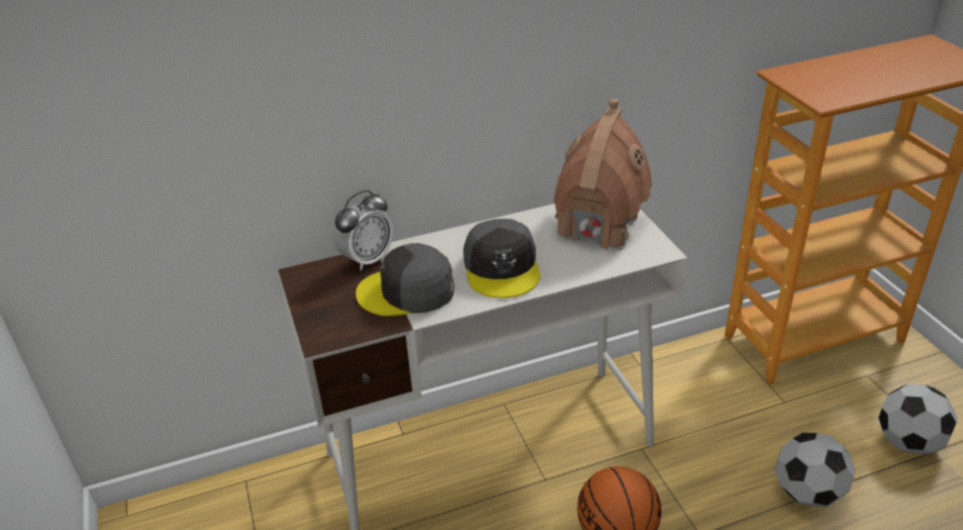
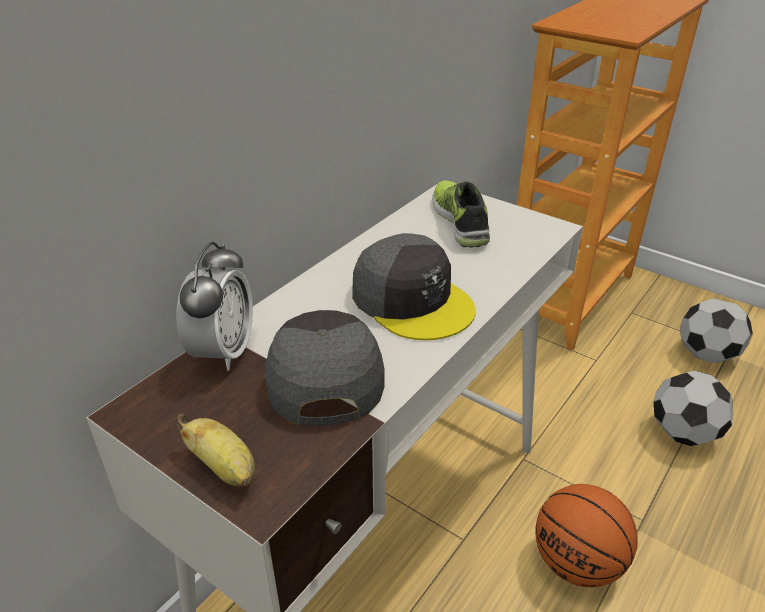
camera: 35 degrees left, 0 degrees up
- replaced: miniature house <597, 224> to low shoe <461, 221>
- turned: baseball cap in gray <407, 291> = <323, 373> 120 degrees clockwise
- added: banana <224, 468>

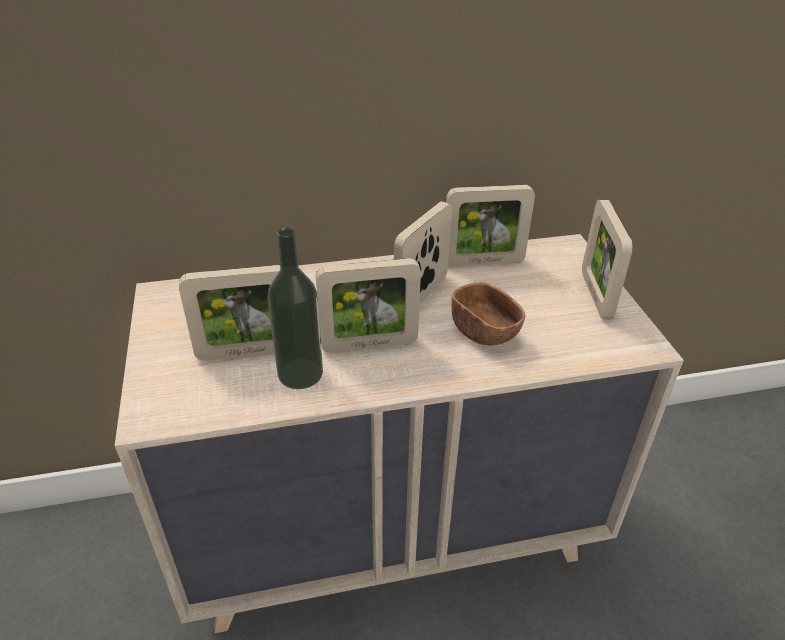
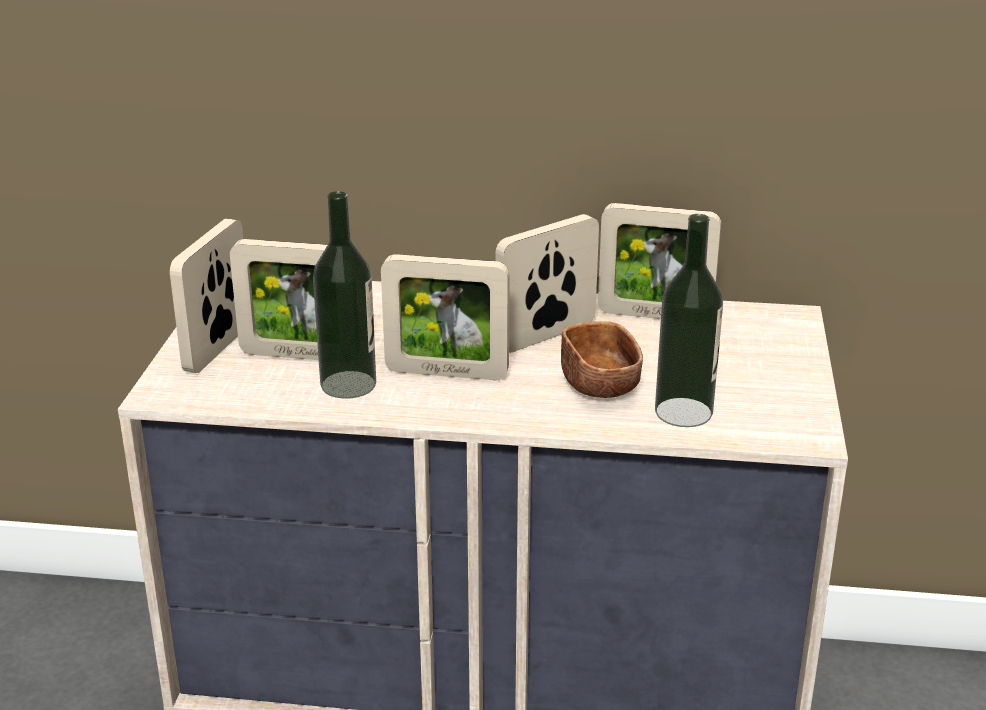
camera: 20 degrees right, 10 degrees down
- moved: picture frame <595, 295> to <218, 348>
- added: bottle <683, 412>

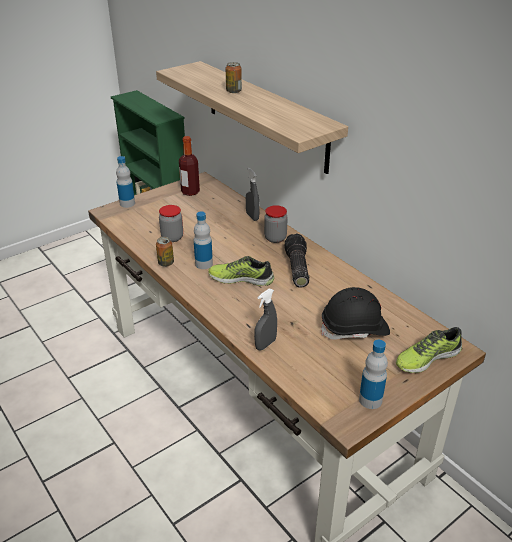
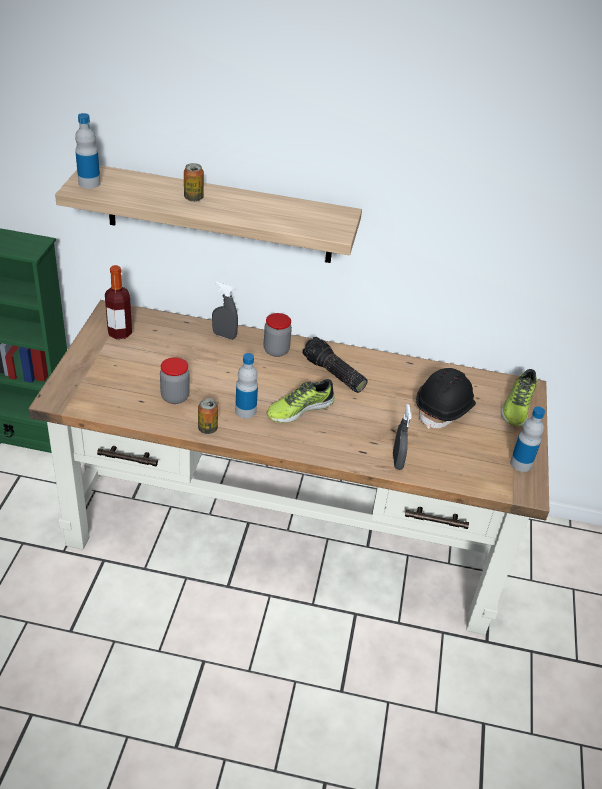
camera: 45 degrees left, 5 degrees up
- moved: bottle <127, 203> to <89, 183>

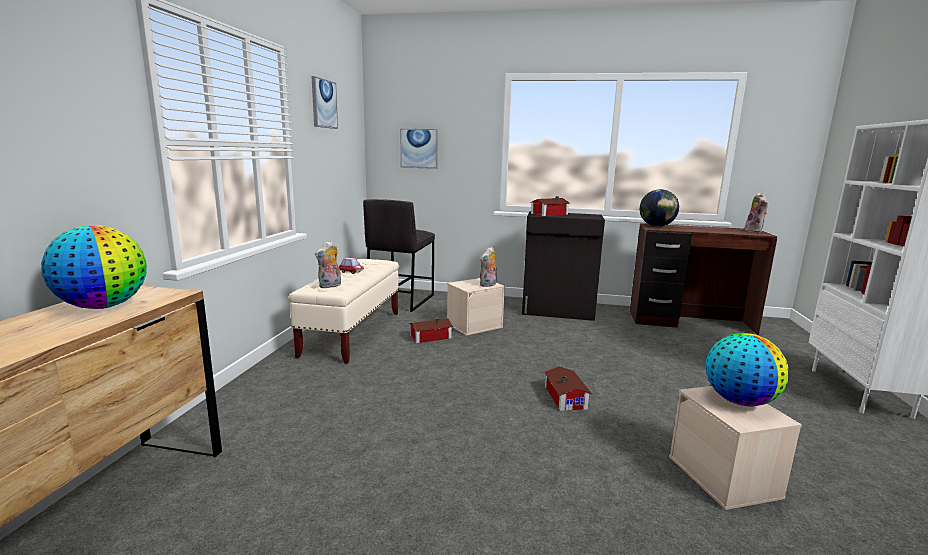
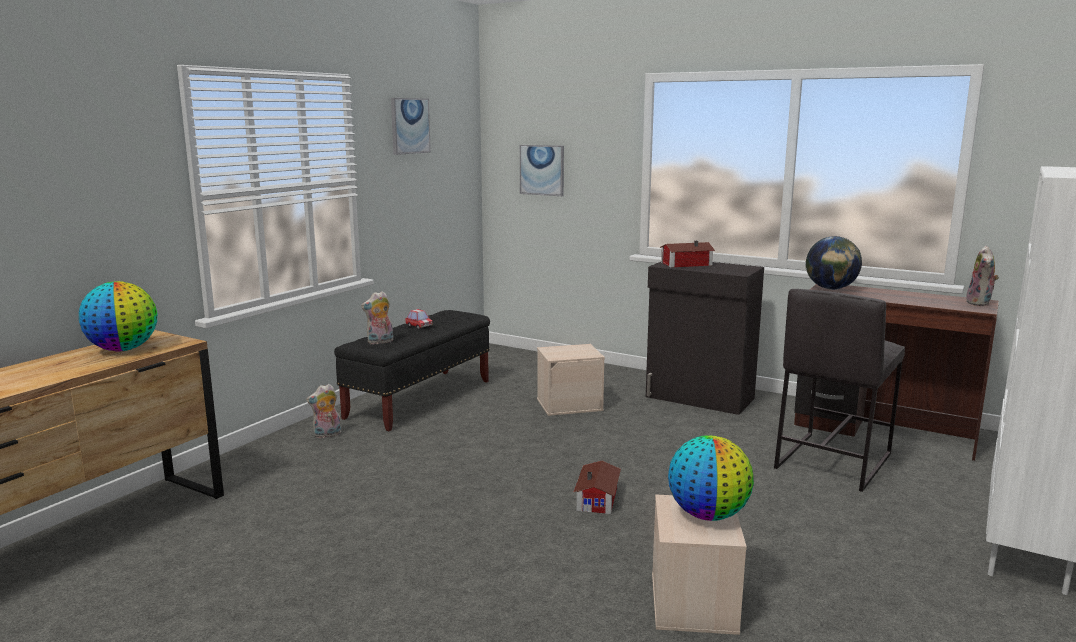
camera: 20 degrees right, 0 degrees up
- moved: stool seat in gray <400, 300> to <831, 461>
- moved: soft toy <488, 285> to <327, 435>
- recoloured: indoor bench in sand-coloured <353, 333> to indoor bench in blackish <420, 399>
- removed: miniature house <429, 336>

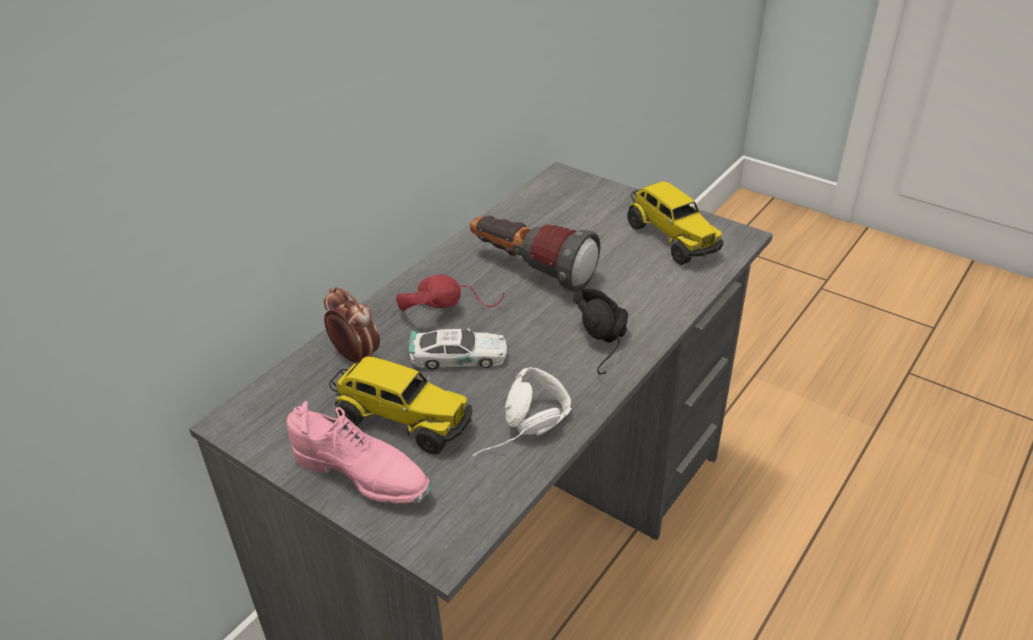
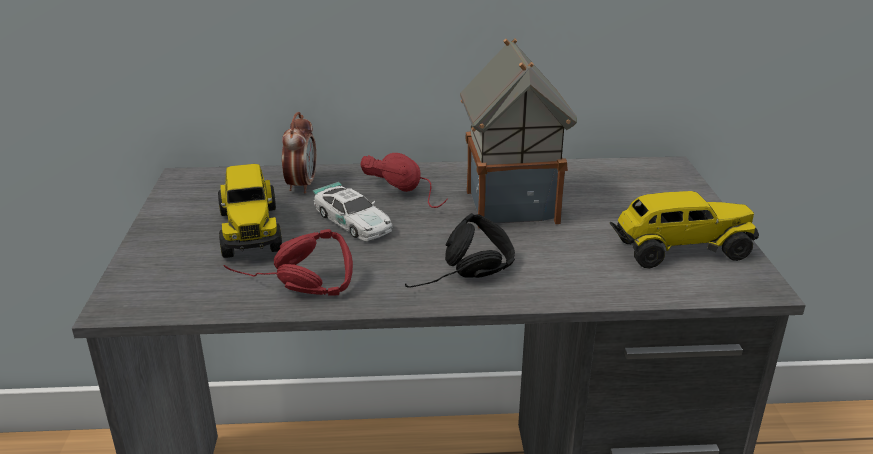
camera: 50 degrees right, 10 degrees down
- turned: toy truck <671, 238> = <679, 250> 120 degrees counterclockwise
- replaced: flashlight <530, 270> to miniature house <510, 205>
- recoloured: headset in whitish <525, 435> to headset in red-coloured <290, 288>
- removed: low shoe in pinkish <362, 474>

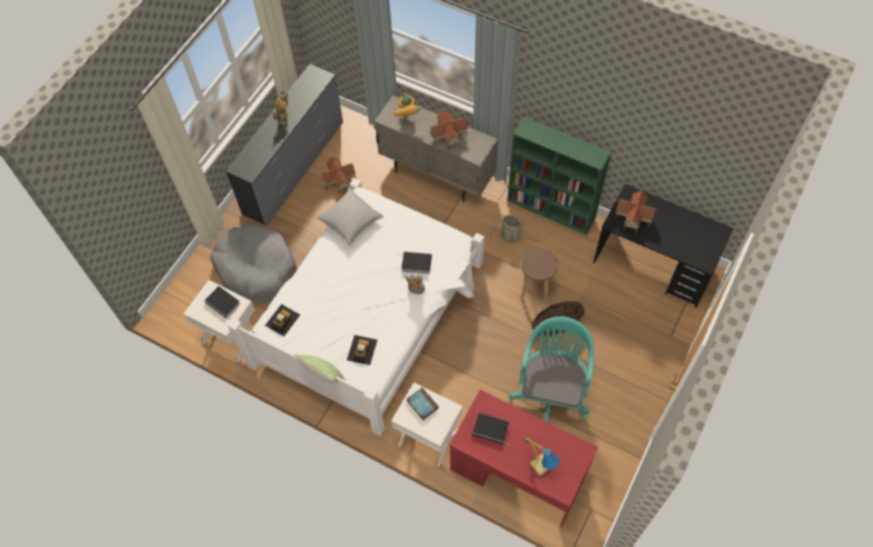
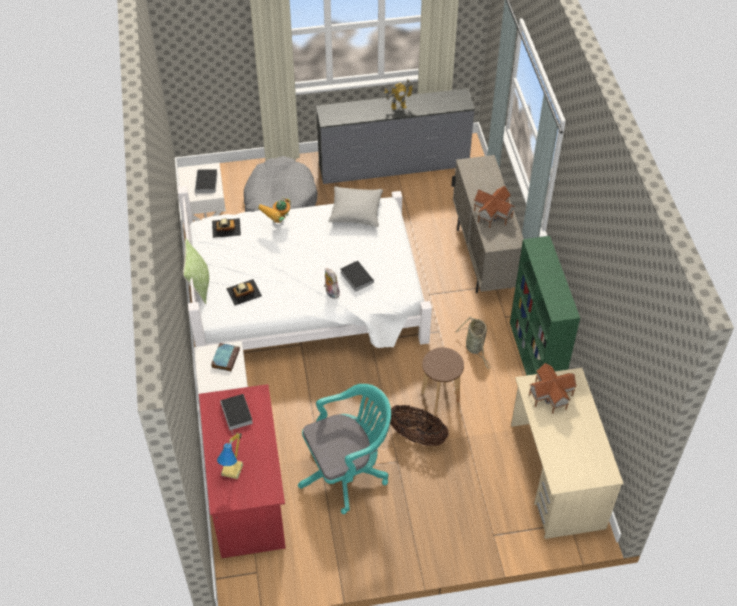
camera: 50 degrees right, 10 degrees down
- moved: robot figure <407, 118> to <278, 224>
- removed: miniature house <340, 180>
- recoloured: desk table in blackish <653, 265> to desk table in sand-coloured <556, 476>

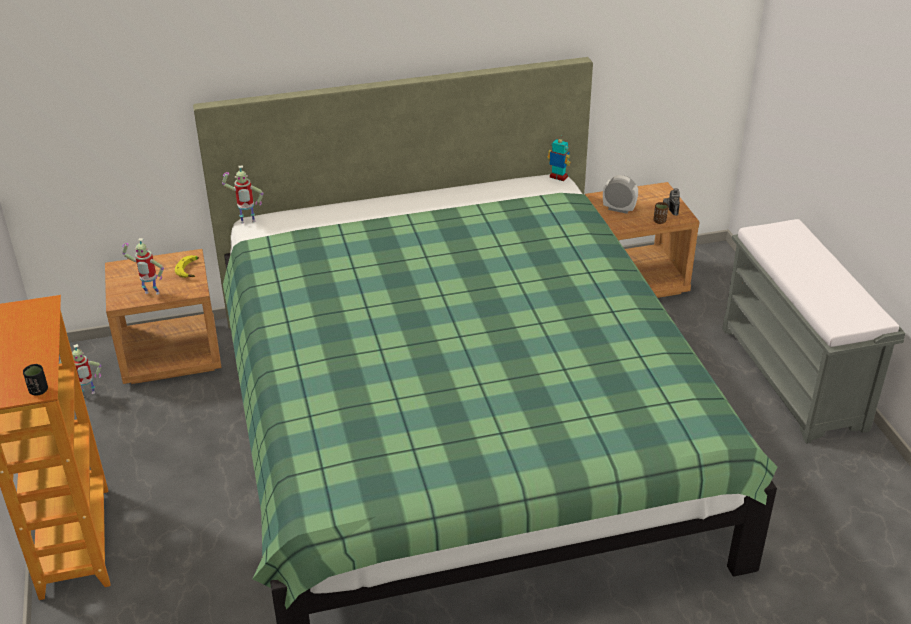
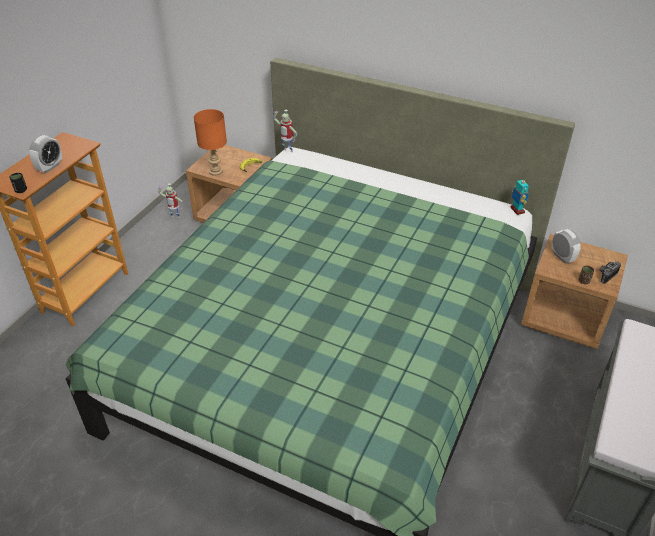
camera: 40 degrees right, 5 degrees up
- replaced: robot figure <151, 294> to tabletop lamp in orange <216, 171>
- added: alarm clock <50, 167>

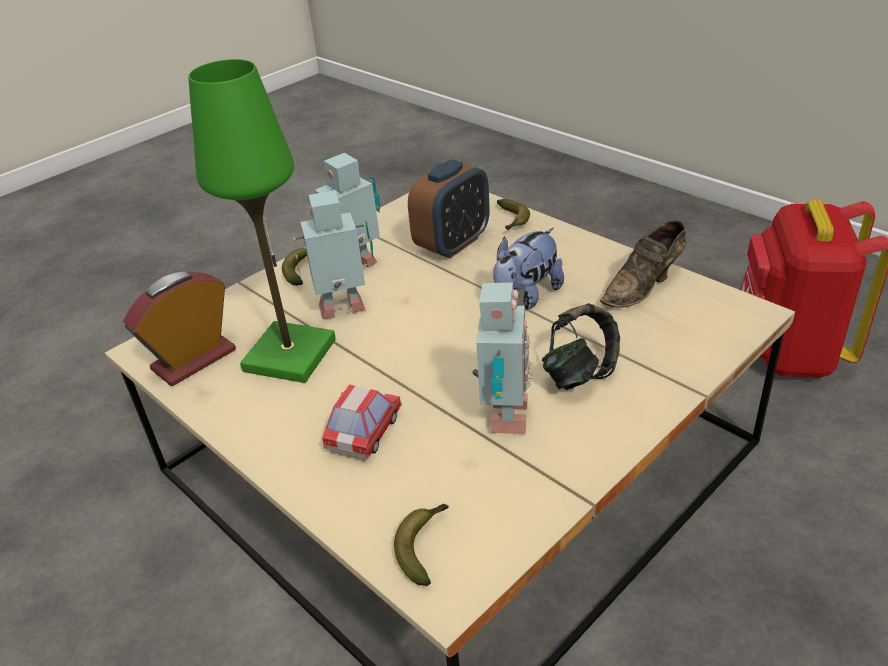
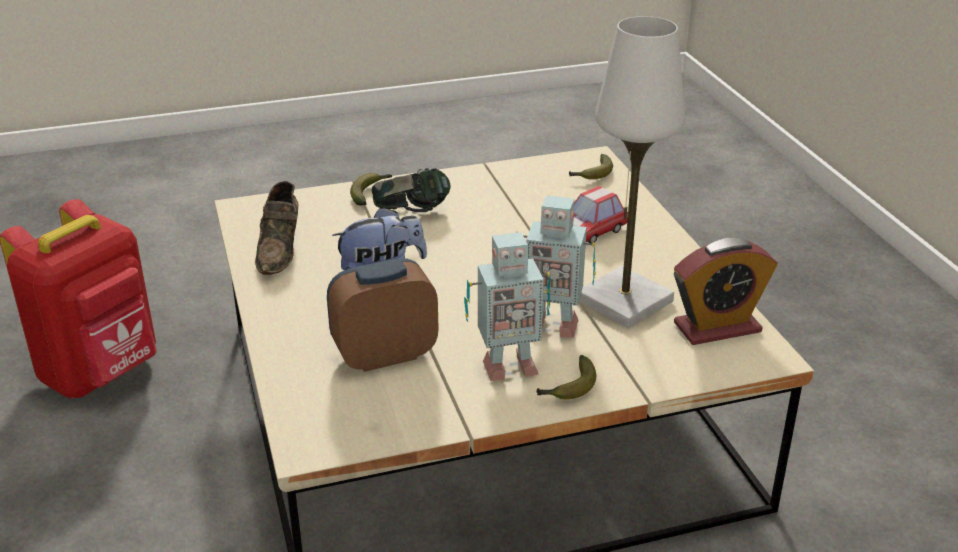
camera: 155 degrees left, 5 degrees down
- recoloured: tabletop lamp in green-coloured <290, 355> to tabletop lamp in whitish <624, 301>
- moved: banana <512, 221> to <370, 193>
- turned: low shoe in brown <644, 286> = <280, 250> 105 degrees clockwise
- removed: robot figure <503, 418>

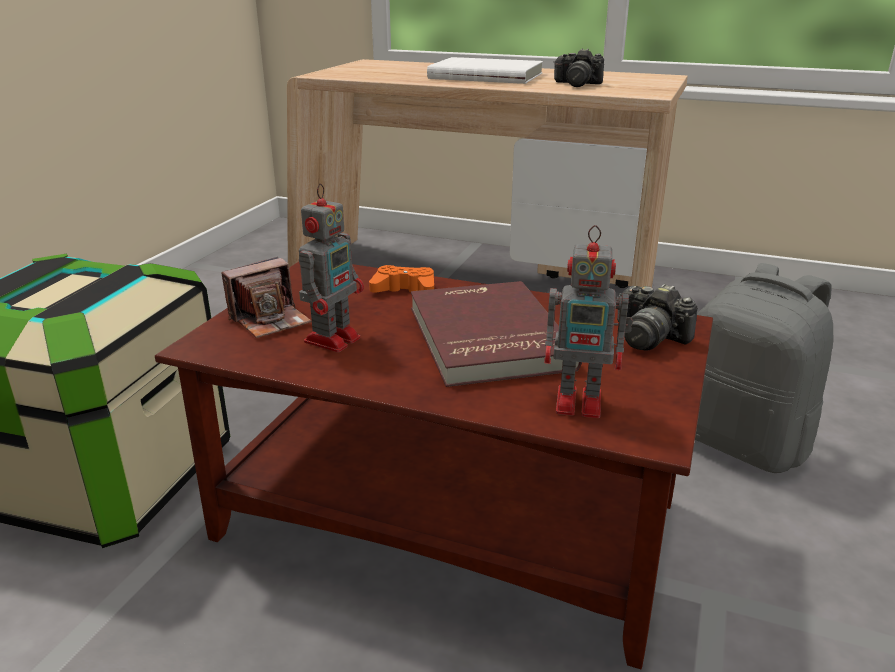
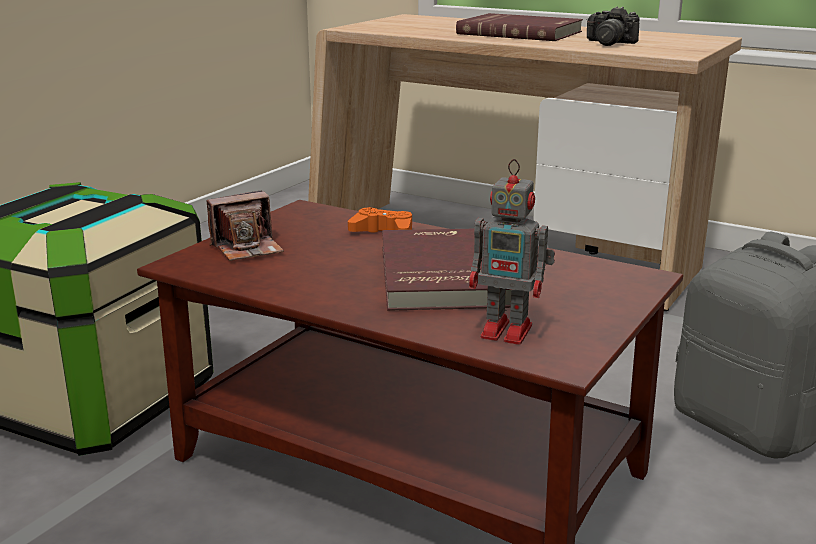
camera: 10 degrees right, 5 degrees down
- recoloured: volume in whitish <486, 75> to volume in red-coloured <520, 32>
- removed: robot figure <334, 338>
- removed: photo camera <649, 337>

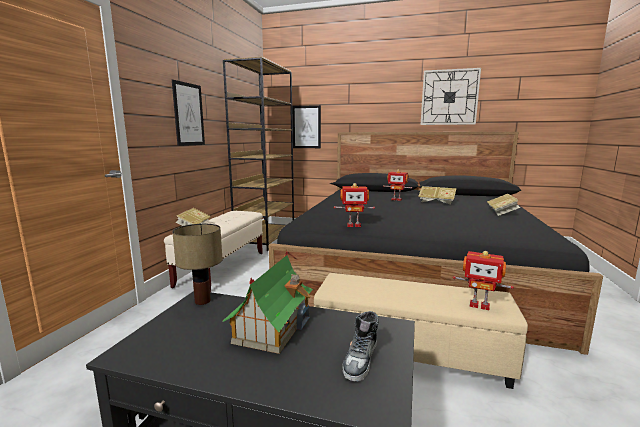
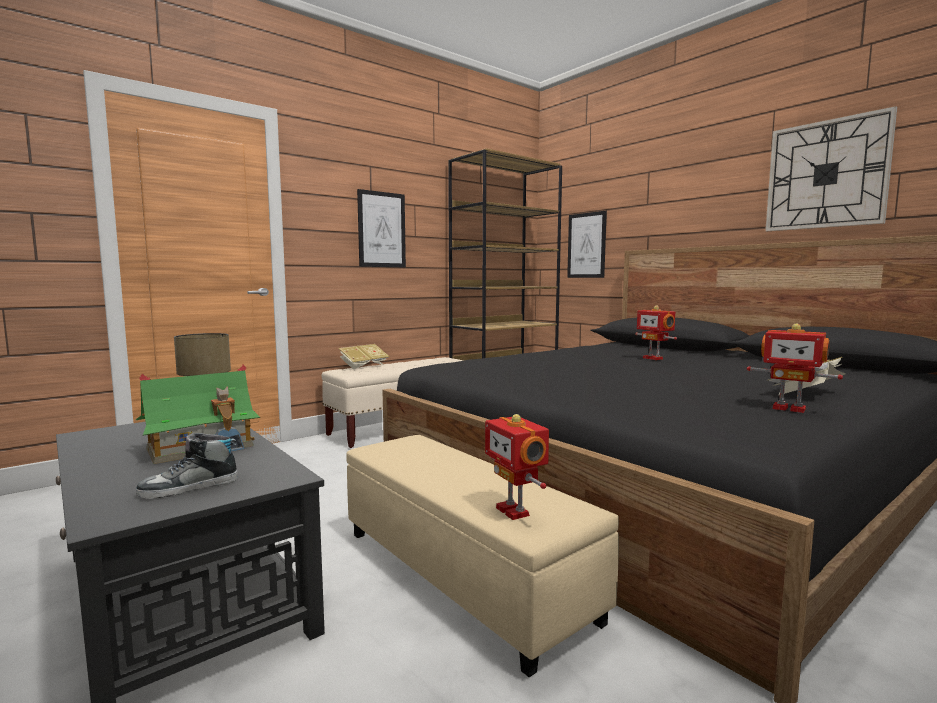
camera: 35 degrees right, 5 degrees down
- moved: robot figure <353, 225> to <789, 408>
- removed: volume <436, 202>

